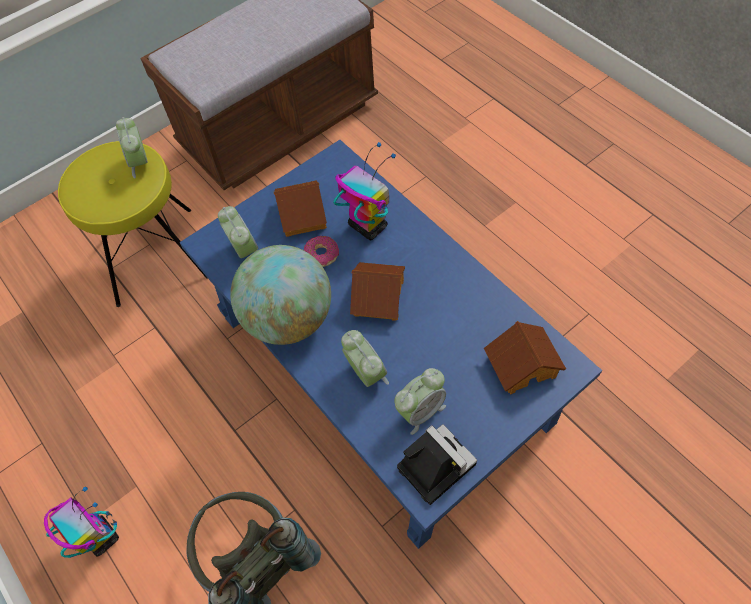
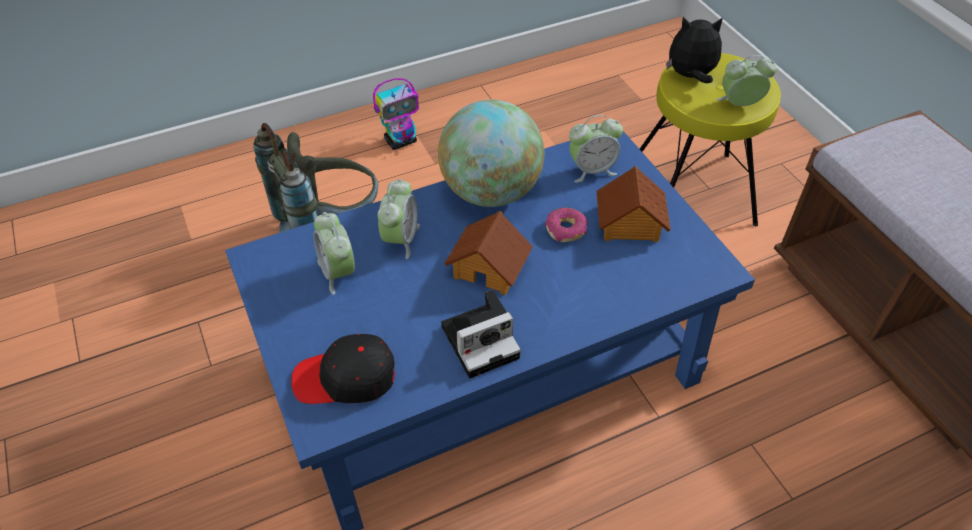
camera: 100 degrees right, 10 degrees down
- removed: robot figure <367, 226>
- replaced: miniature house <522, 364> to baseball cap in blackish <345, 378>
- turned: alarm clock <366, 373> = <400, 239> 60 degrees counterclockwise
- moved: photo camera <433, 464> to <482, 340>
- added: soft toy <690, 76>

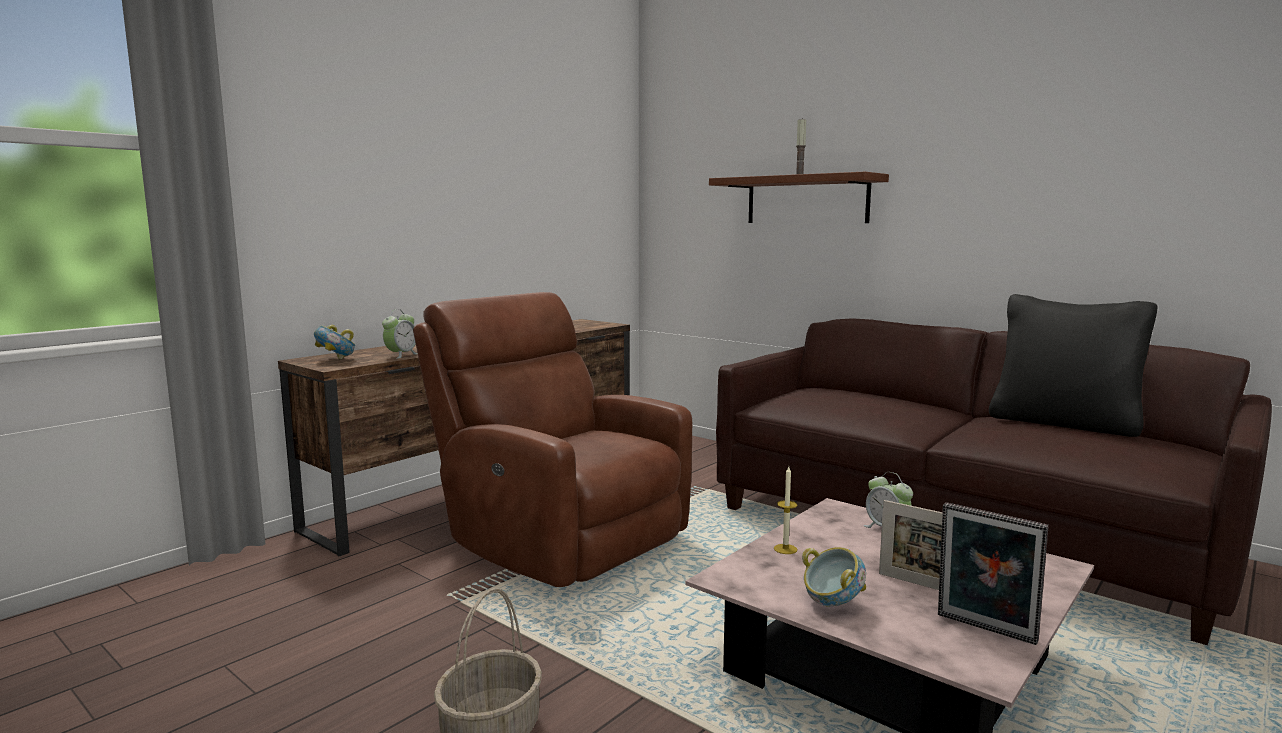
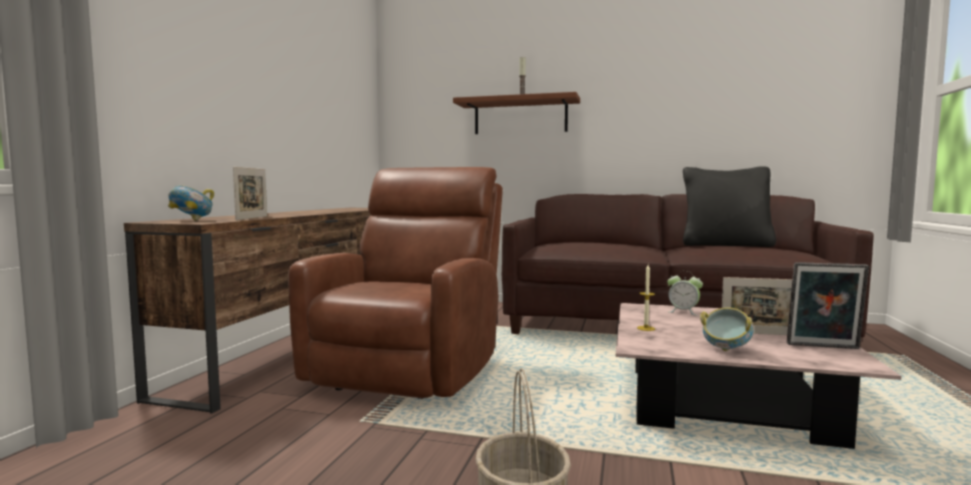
camera: 25 degrees left, 5 degrees down
- turned: easy chair in brown <559, 540> = <410, 370> 90 degrees clockwise
- replaced: alarm clock <401, 355> to picture frame <252, 218>

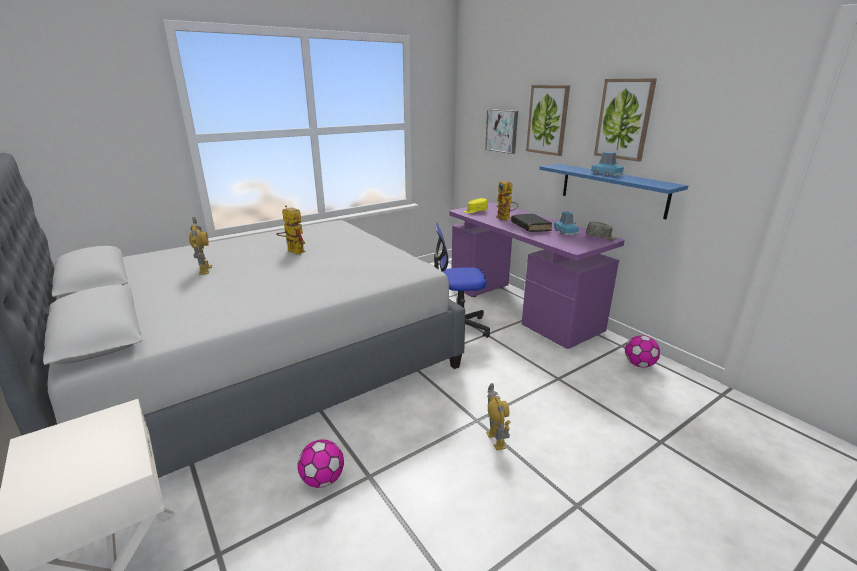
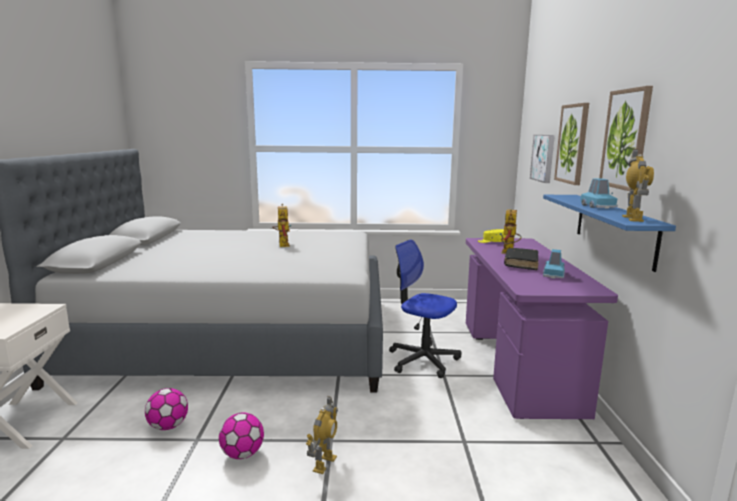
camera: 35 degrees right, 10 degrees down
- moved: robot figure <204, 270> to <633, 218>
- removed: baseball cap in gray <600, 237>
- moved: football <639, 364> to <242, 454>

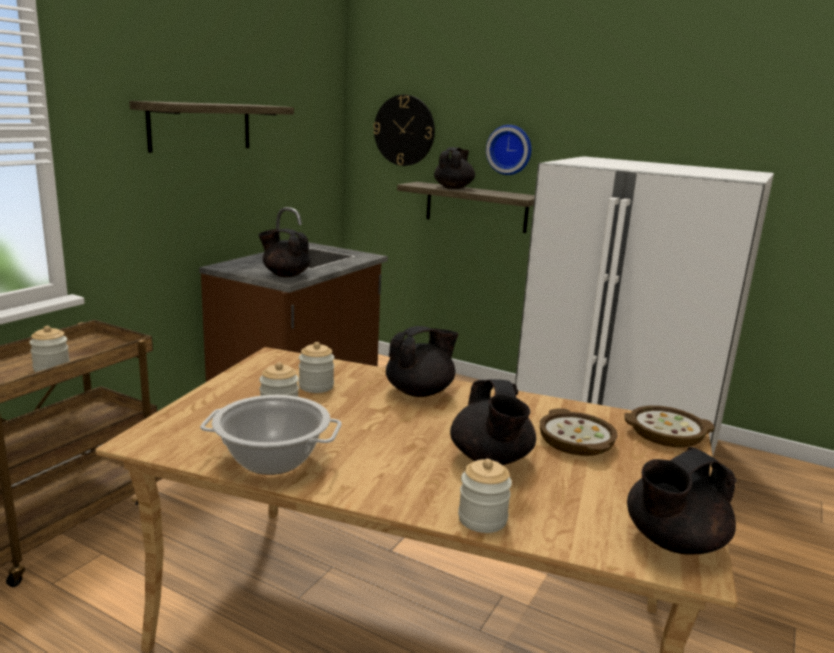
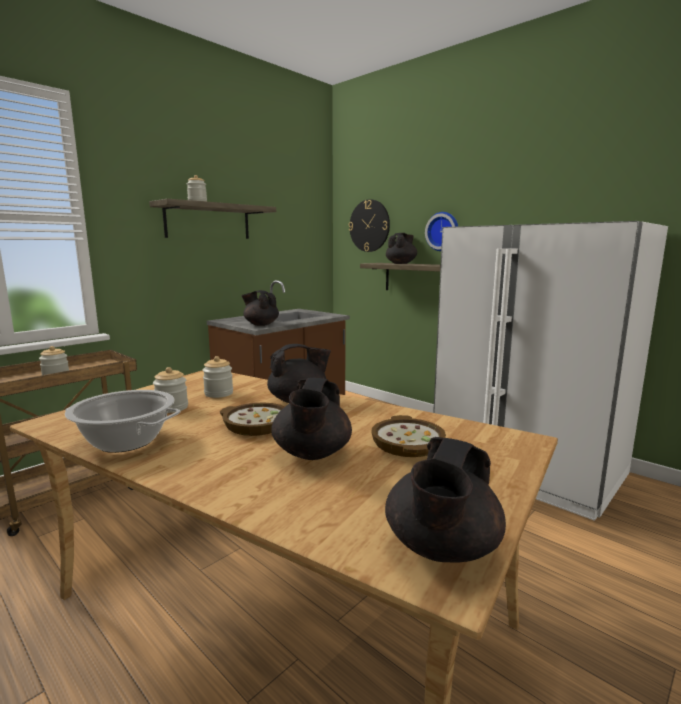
camera: 15 degrees right, 5 degrees down
- moved: serving bowl <666, 434> to <257, 426>
- turned: pot for tea in blackish <672, 542> = <441, 549> 45 degrees counterclockwise
- moved: storage jar <482, 519> to <197, 201>

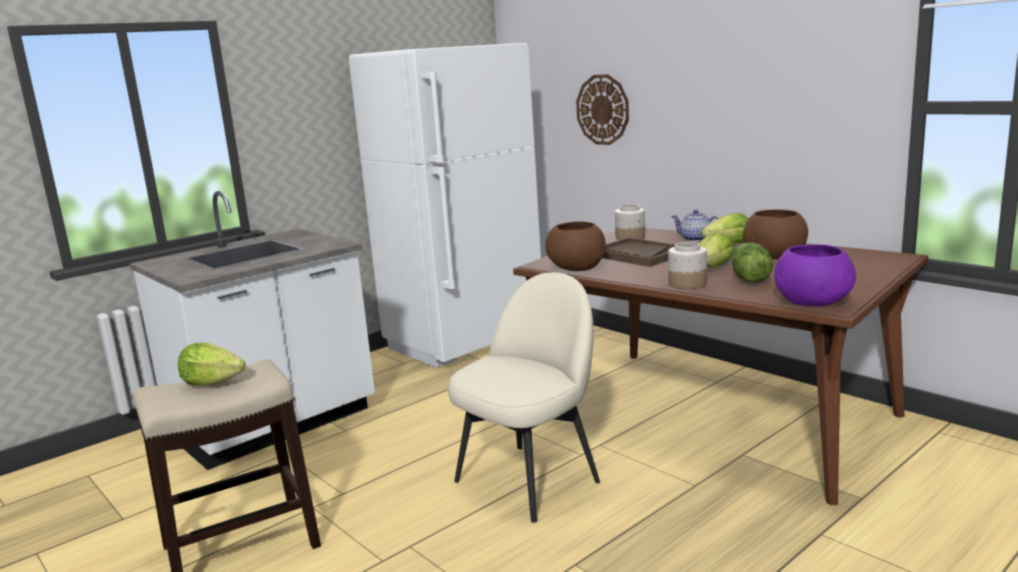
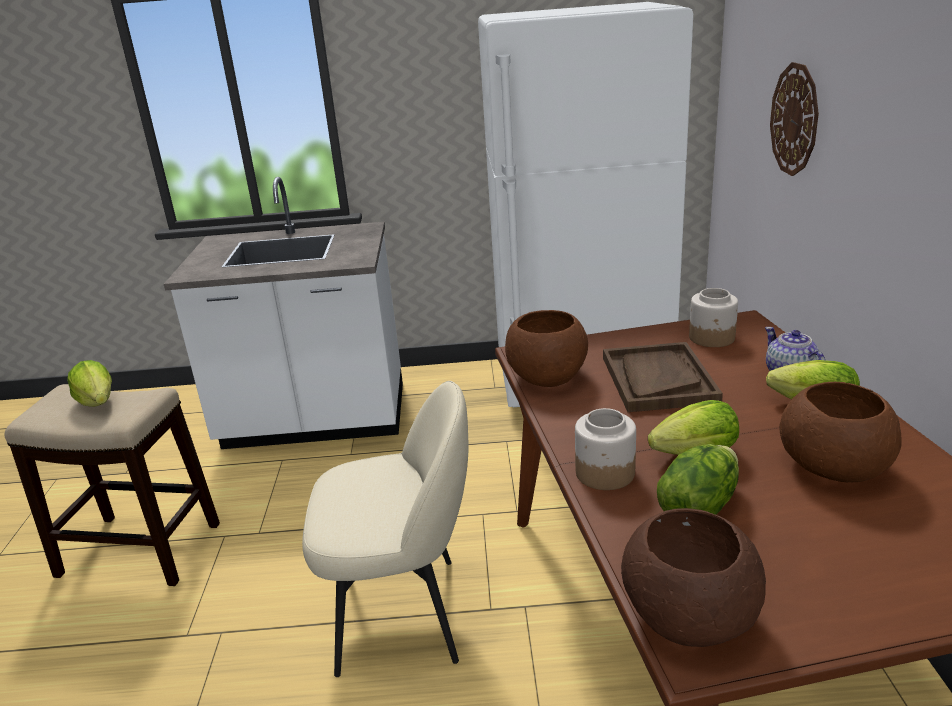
camera: 40 degrees right, 10 degrees up
- recoloured: serving bowl in purple <814, 302> to serving bowl in brown <689, 618>

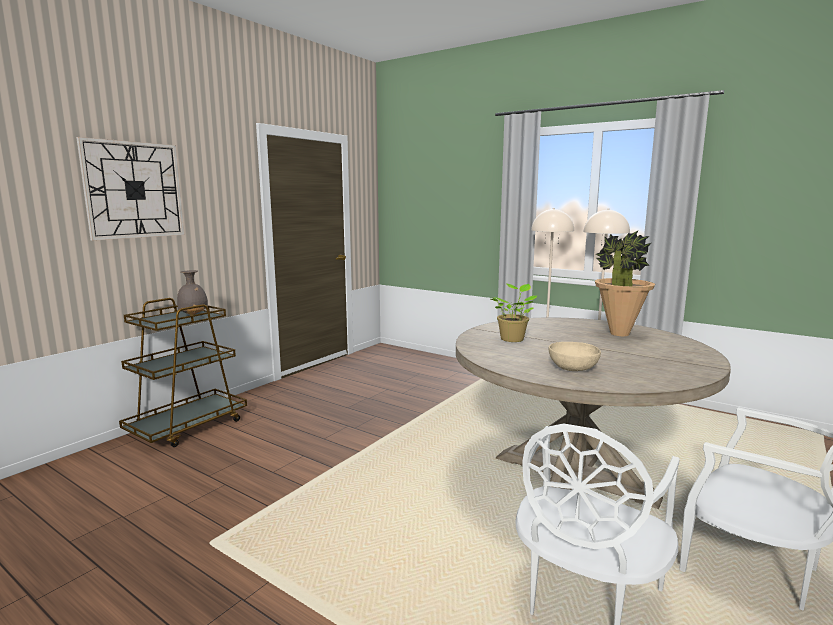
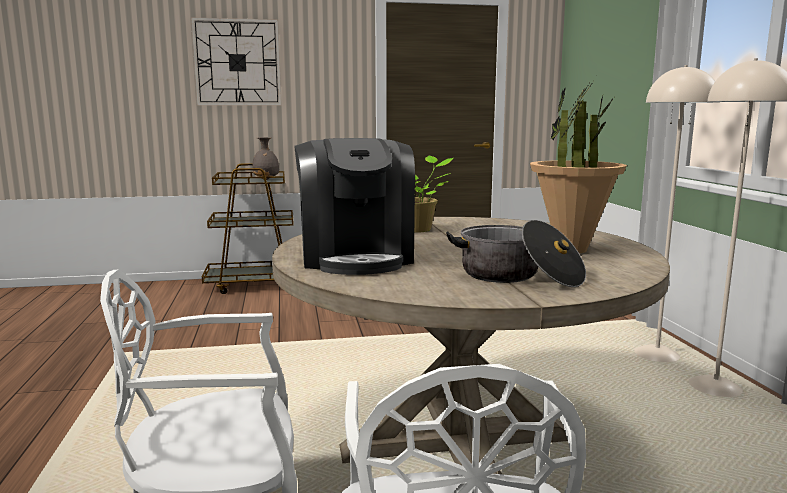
camera: 45 degrees right, 0 degrees up
- replaced: serving bowl in sand-coloured <572, 368> to coffee machine <356, 257>
- added: stockpot <518, 276>

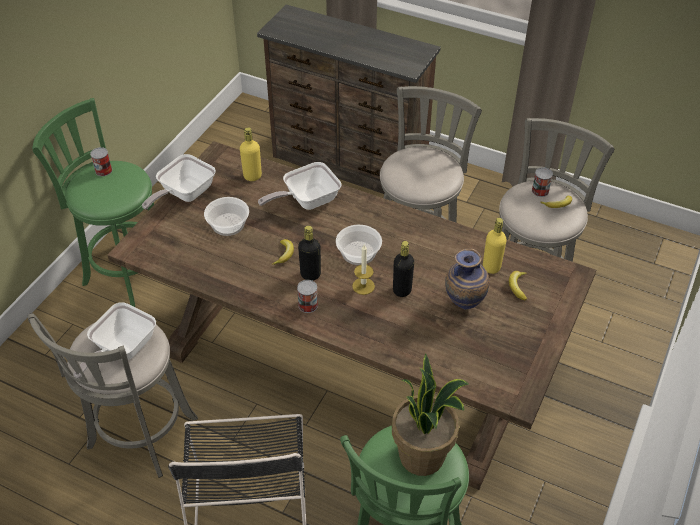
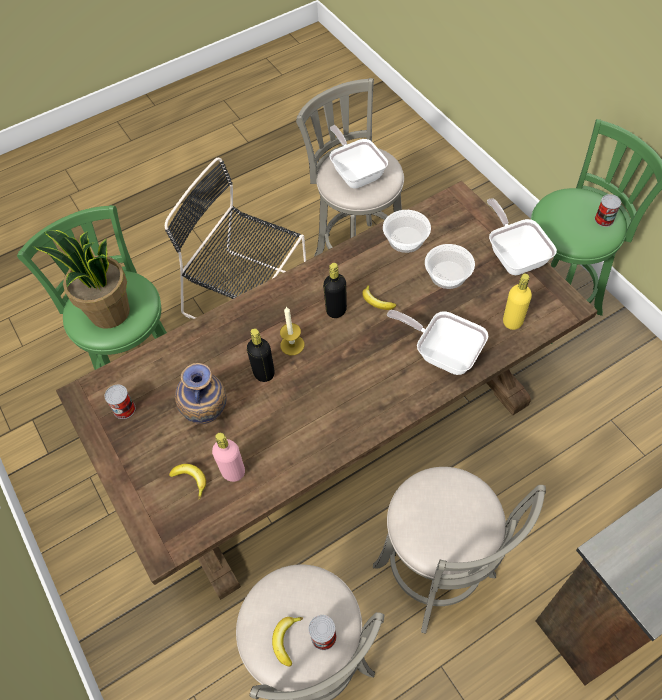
camera: 125 degrees right, 10 degrees up
- turned: skillet <306, 201> = <443, 352> 60 degrees counterclockwise
- recoloured: bottle in yellow <491, 267> to bottle in pinkish <233, 472>
- moved: serving bowl <359, 253> to <405, 239>
- moved: can <308, 305> to <124, 409>

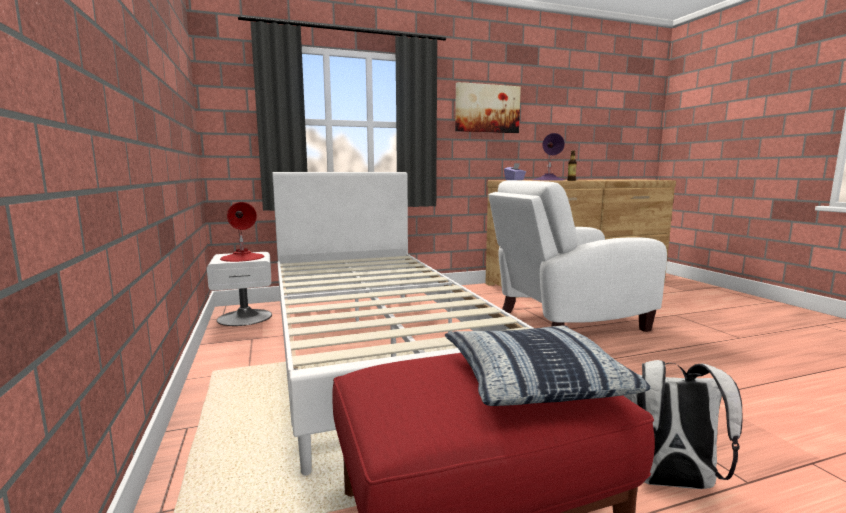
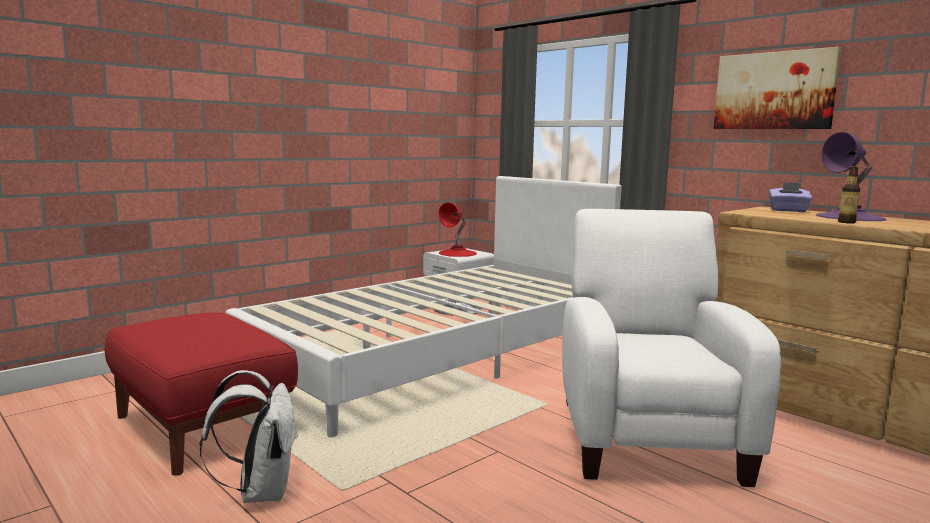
camera: 65 degrees right, 0 degrees up
- turned: easy chair in whitish <566, 321> = <646, 435> 45 degrees clockwise
- removed: pillow <532, 379>

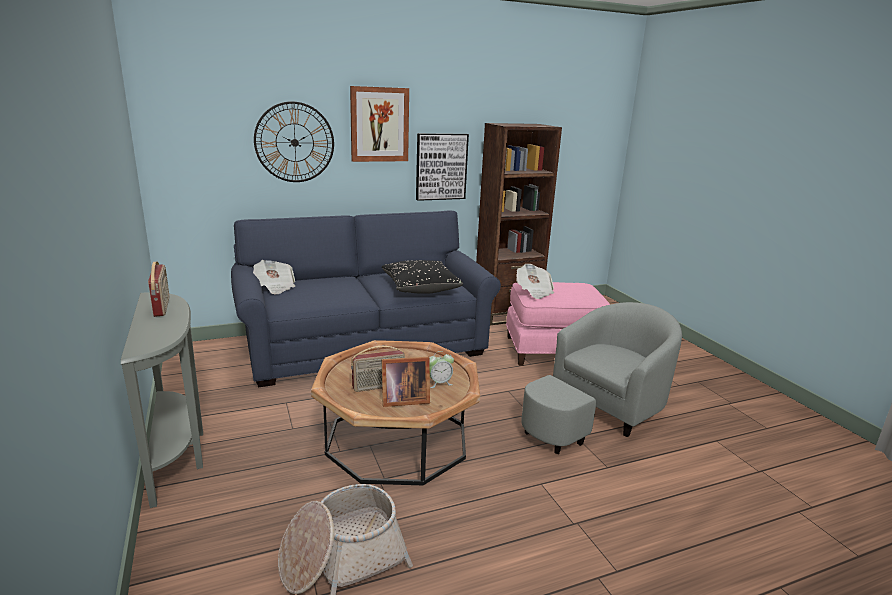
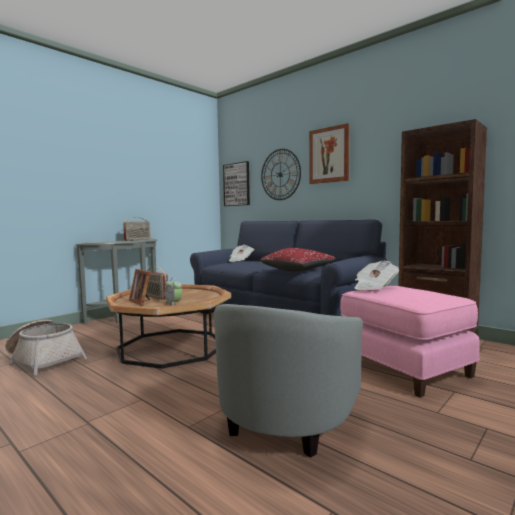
camera: 65 degrees right, 15 degrees down
- moved: picture <441, 166> to <237, 184>
- recoloured: pillow in blackish <420, 288> to pillow in red-coloured <297, 270>
- turned: easy chair in gray <599, 414> = <295, 408> 90 degrees clockwise

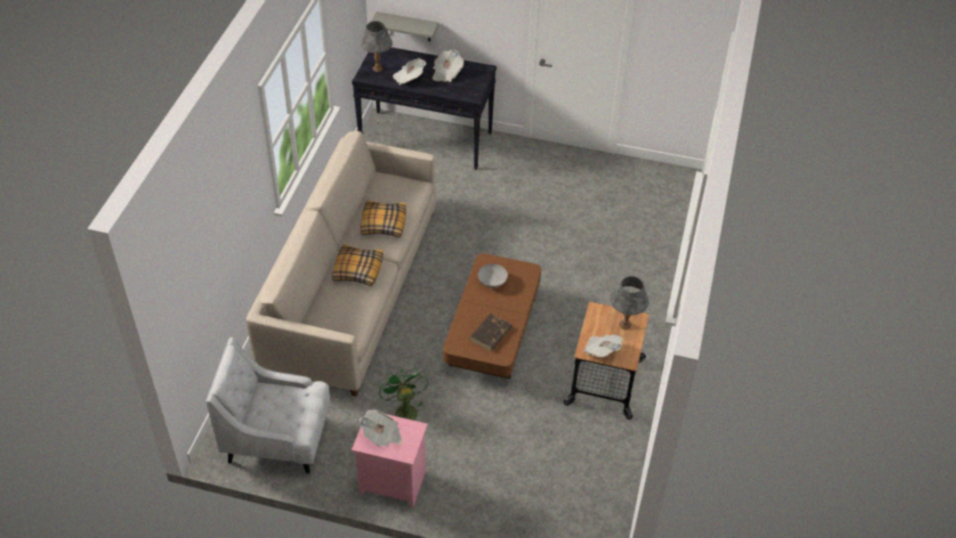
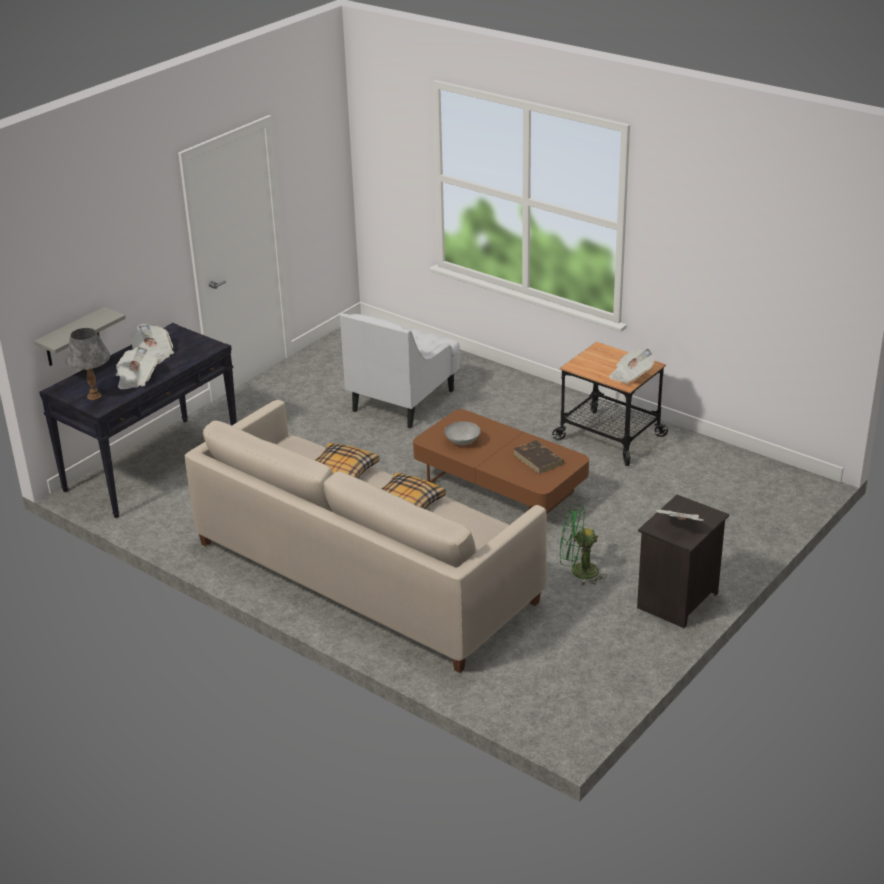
camera: 65 degrees left, 15 degrees down
- removed: tabletop lamp in gray <625, 325>
- moved: easy chair in whitish <278, 440> to <404, 400>
- recoloured: bedside table in pinkish <391, 483> to bedside table in blackish <678, 601>

